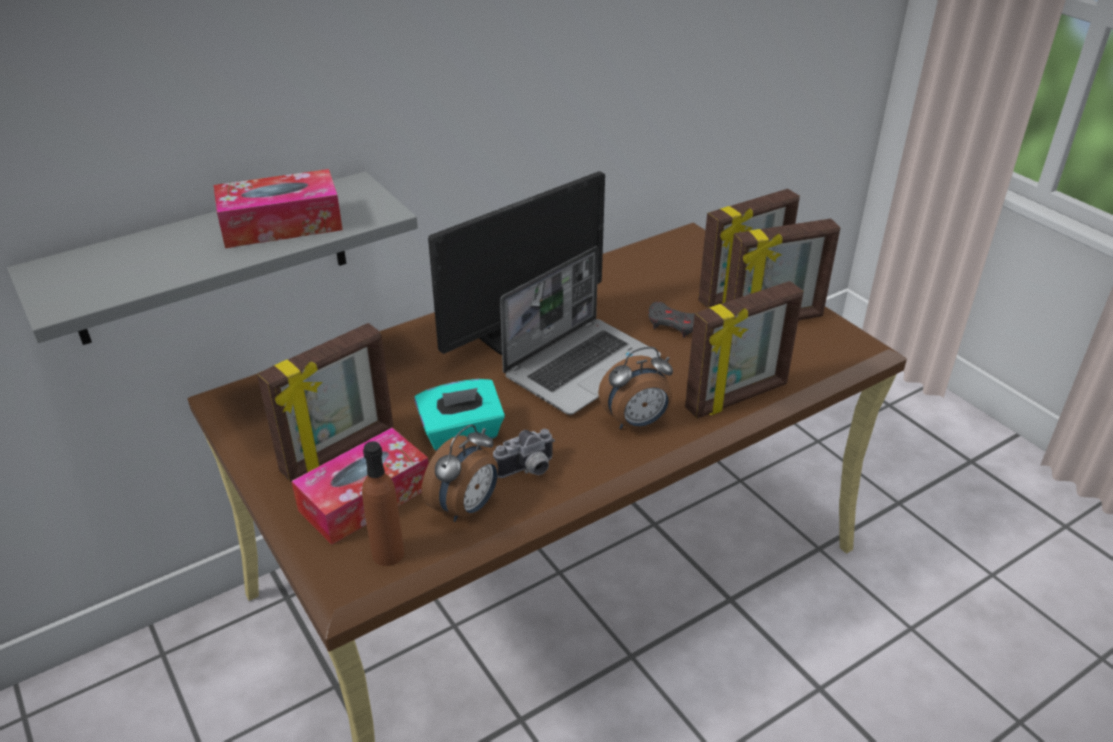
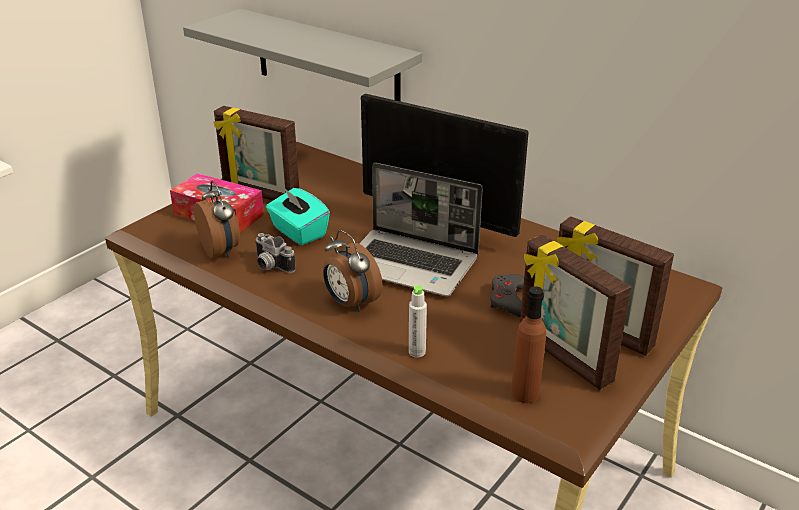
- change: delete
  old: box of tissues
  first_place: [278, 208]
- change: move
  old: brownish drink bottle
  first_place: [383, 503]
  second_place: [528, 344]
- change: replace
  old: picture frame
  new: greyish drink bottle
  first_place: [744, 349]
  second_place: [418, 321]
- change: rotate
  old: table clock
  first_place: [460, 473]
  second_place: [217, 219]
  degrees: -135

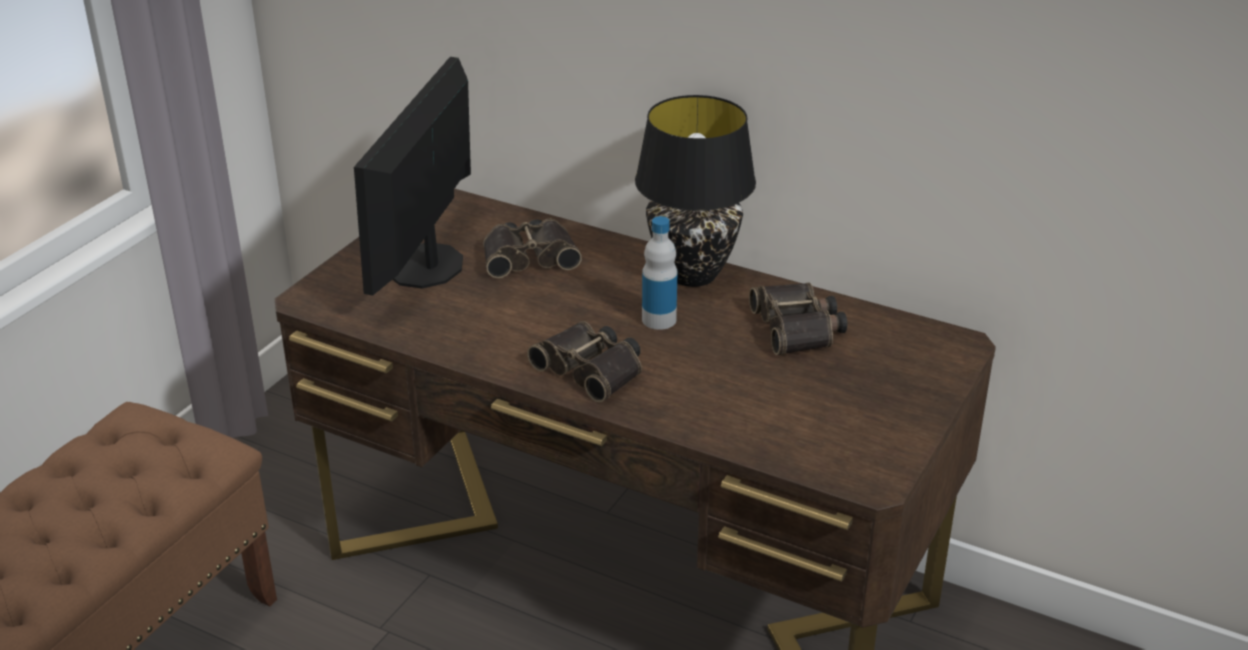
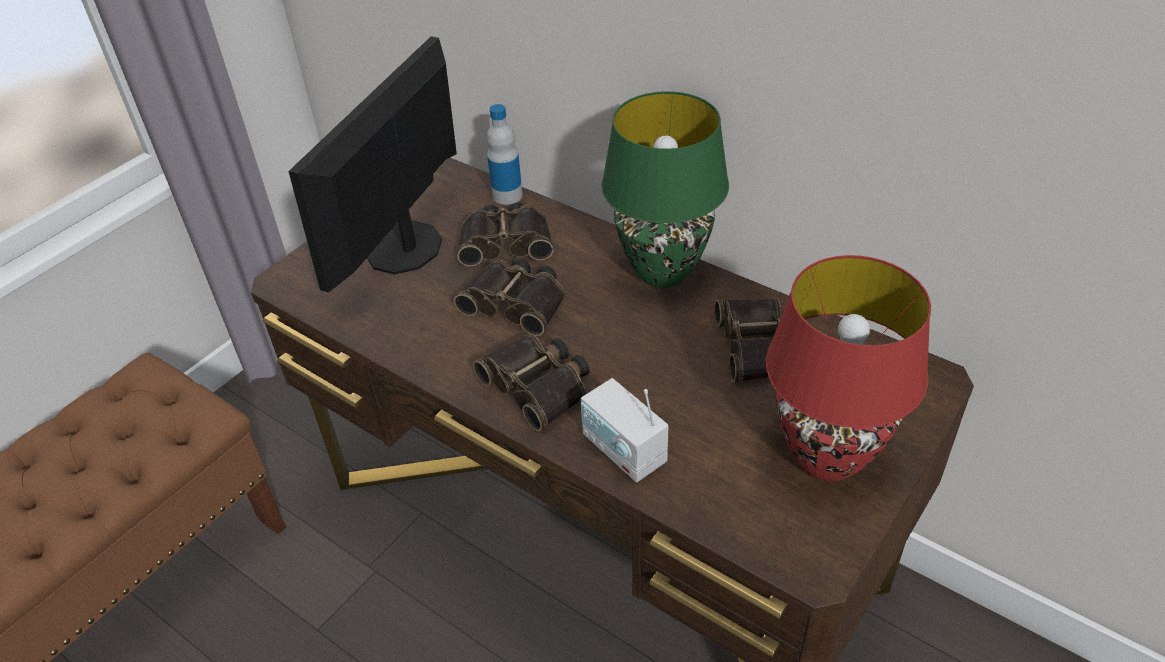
- change: insert
  new: pair of binoculars
  second_place: [509, 297]
- change: insert
  new: radio receiver
  second_place: [624, 430]
- change: insert
  new: reddish tabletop lamp
  second_place: [848, 368]
- change: move
  old: drink bottle
  first_place: [660, 273]
  second_place: [505, 154]
- change: recolor
  old: black tabletop lamp
  new: green-coloured tabletop lamp
  first_place: [695, 191]
  second_place: [665, 189]

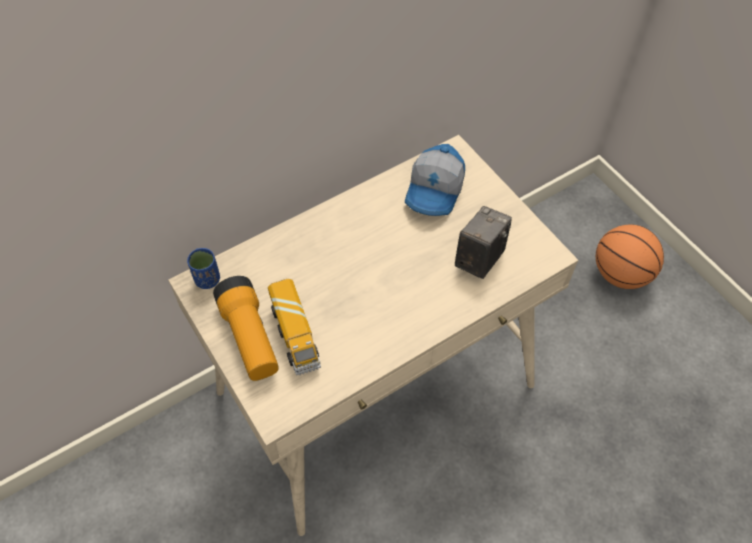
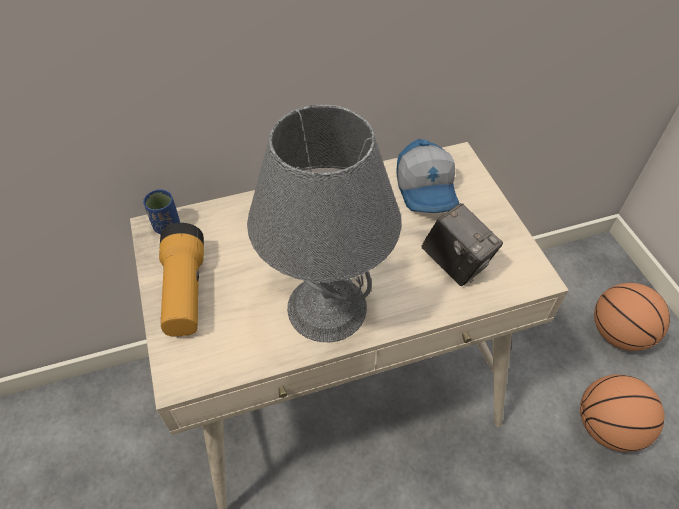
- change: delete
  old: toy truck
  first_place: [294, 327]
- change: insert
  new: greyish tabletop lamp
  second_place: [324, 223]
- change: insert
  new: basketball ball
  second_place: [622, 413]
- change: rotate
  old: peaked cap
  first_place: [435, 180]
  second_place: [428, 176]
  degrees: -45
- change: rotate
  old: still camera
  first_place: [483, 242]
  second_place: [462, 244]
  degrees: 90

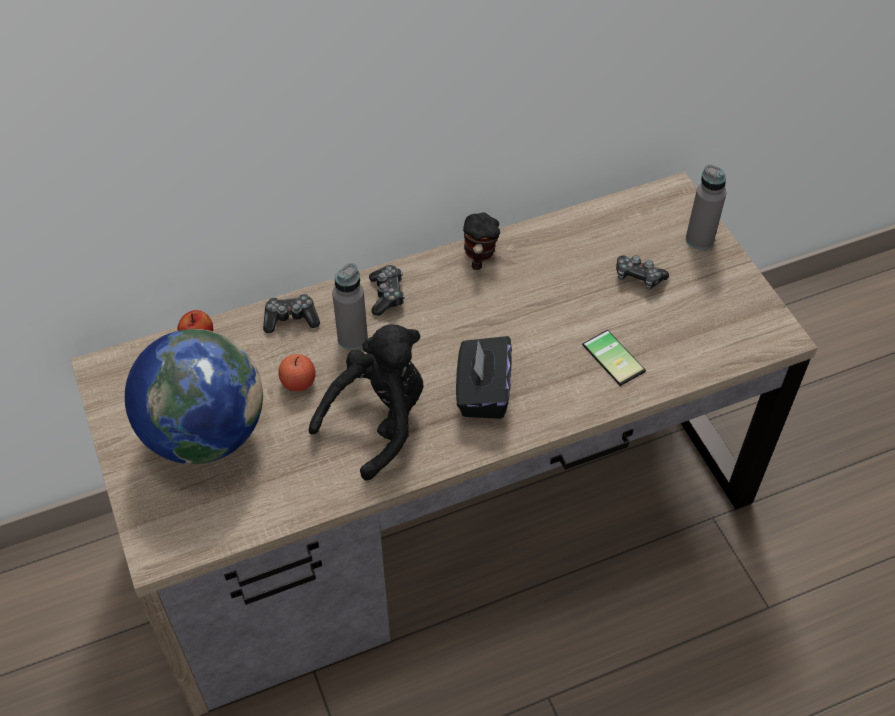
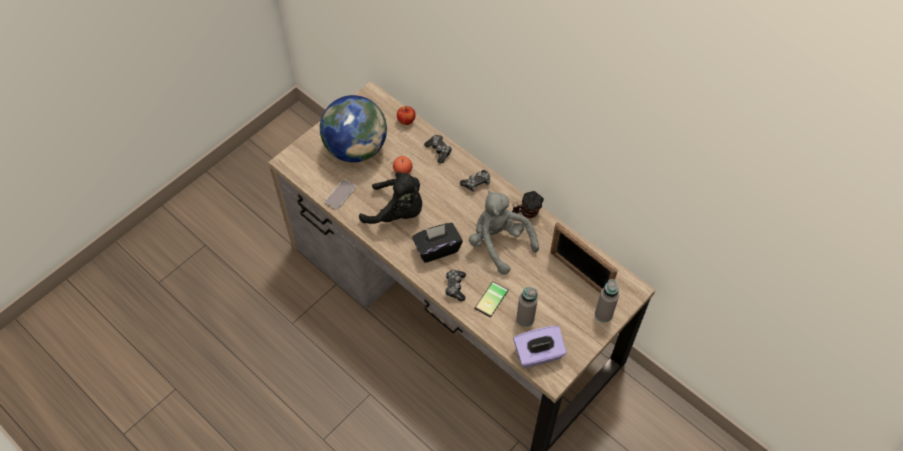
- change: insert
  new: phone
  second_place: [340, 194]
- change: insert
  new: greyish soft toy
  second_place: [504, 233]
- change: insert
  new: purple box of tissues
  second_place: [540, 347]
- change: insert
  new: picture frame
  second_place: [584, 257]
- change: move
  old: greyish drink bottle
  first_place: [350, 306]
  second_place: [527, 307]
- change: move
  old: joypad
  first_place: [642, 272]
  second_place: [455, 285]

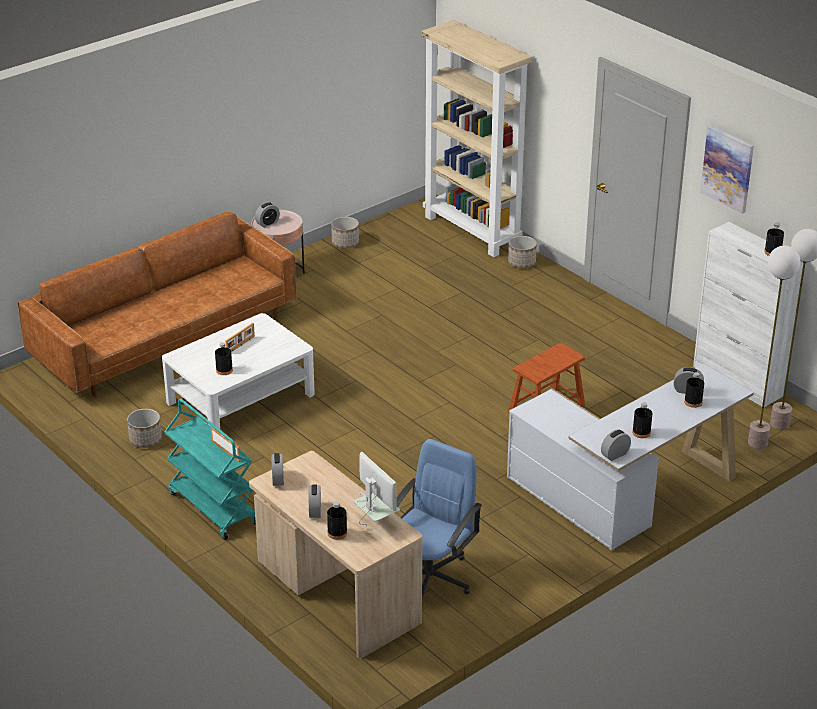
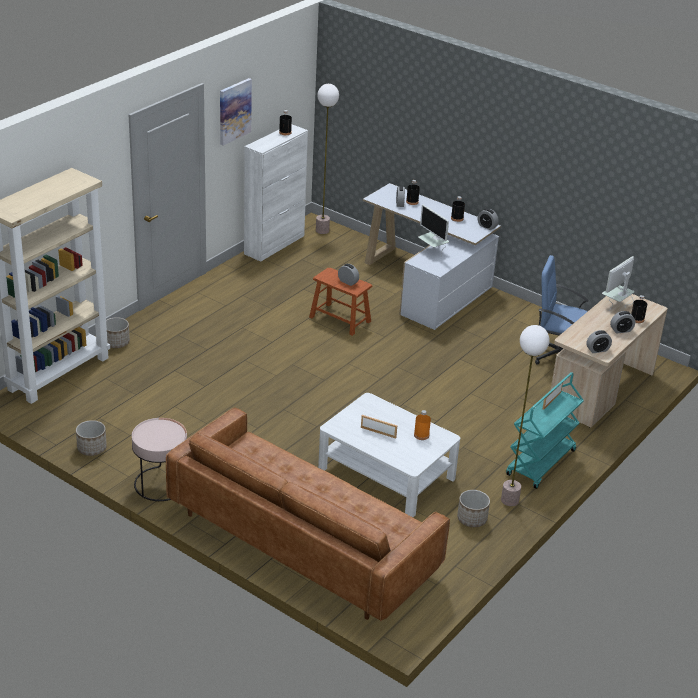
- change: insert
  new: computer screen
  second_place: [433, 231]
- change: move
  old: table clock
  first_place: [267, 215]
  second_place: [348, 275]
- change: move
  old: standard lamp
  first_place: [774, 347]
  second_place: [525, 415]
- change: recolor
  old: black drink bottle
  new: orange drink bottle
  first_place: [224, 358]
  second_place: [422, 425]

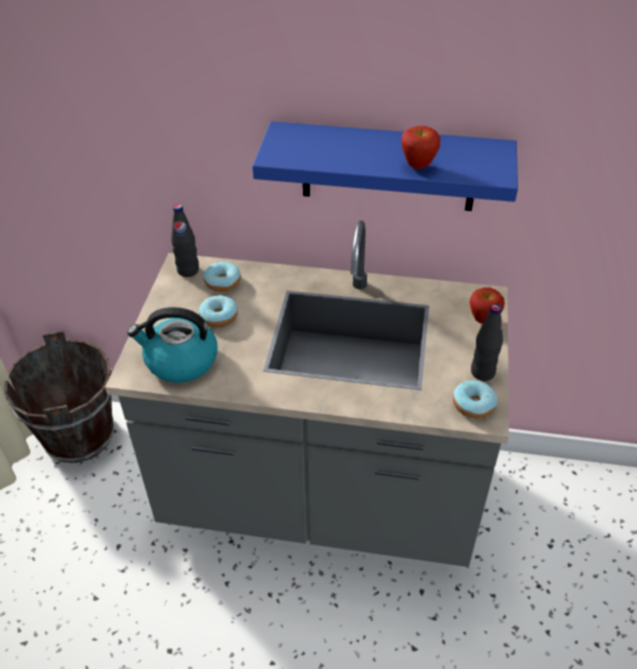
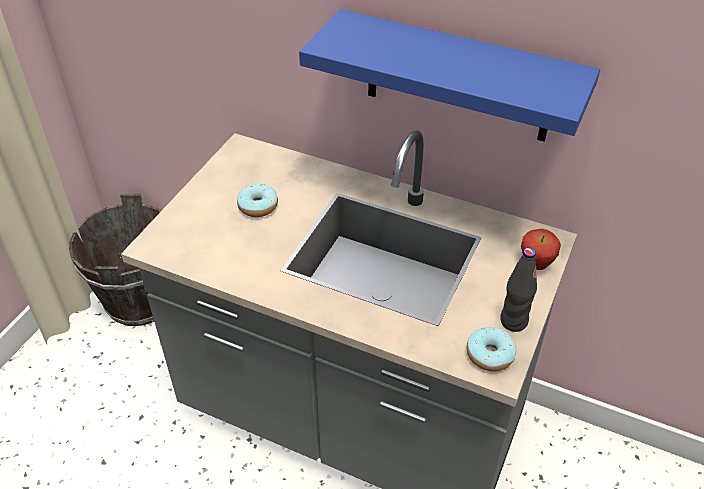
- change: delete
  old: tea kettle
  first_place: [172, 345]
- change: delete
  old: black drink bottle
  first_place: [185, 240]
- change: delete
  old: ring doughnut
  first_place: [222, 276]
- change: delete
  old: whole apple
  first_place: [420, 147]

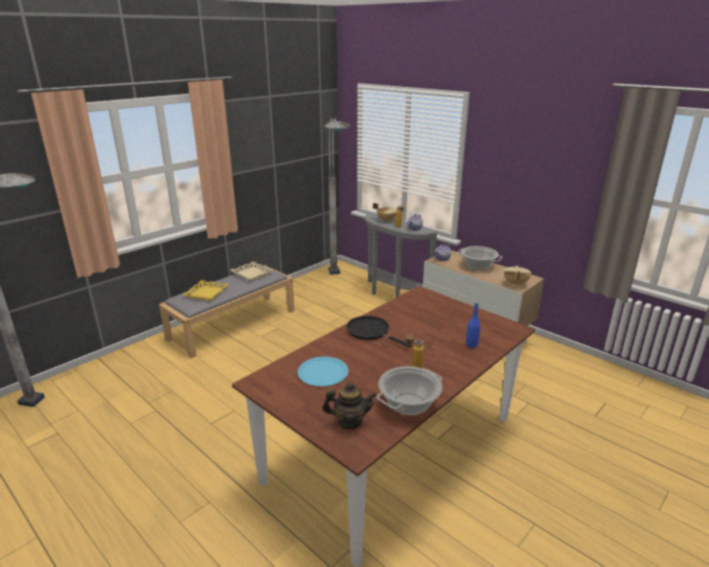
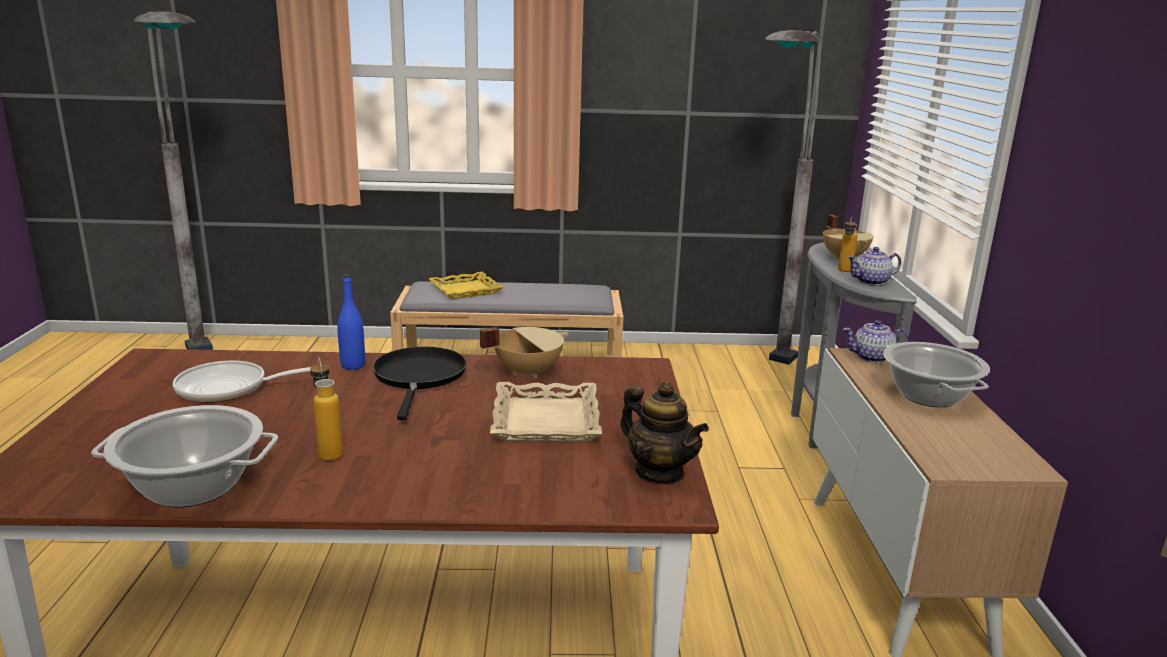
- change: move
  old: beige serving tray
  first_place: [251, 271]
  second_place: [546, 412]
- change: move
  old: pot for tea
  first_place: [350, 405]
  second_place: [664, 432]
- change: move
  old: blue-coloured drink bottle
  first_place: [473, 325]
  second_place: [351, 322]
- change: move
  old: beige stockpot
  first_place: [517, 276]
  second_place: [524, 353]
- change: replace
  old: blue-coloured flat dish
  new: pan
  first_place: [323, 372]
  second_place: [251, 382]

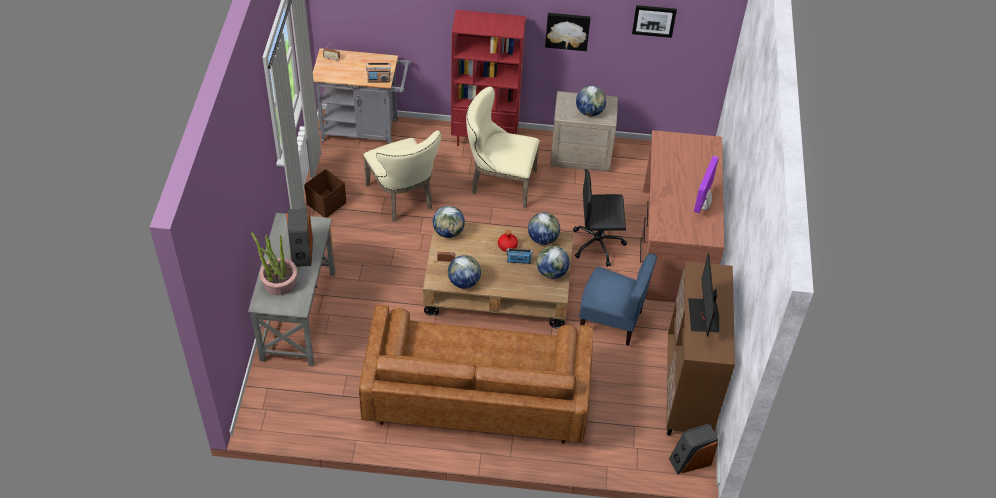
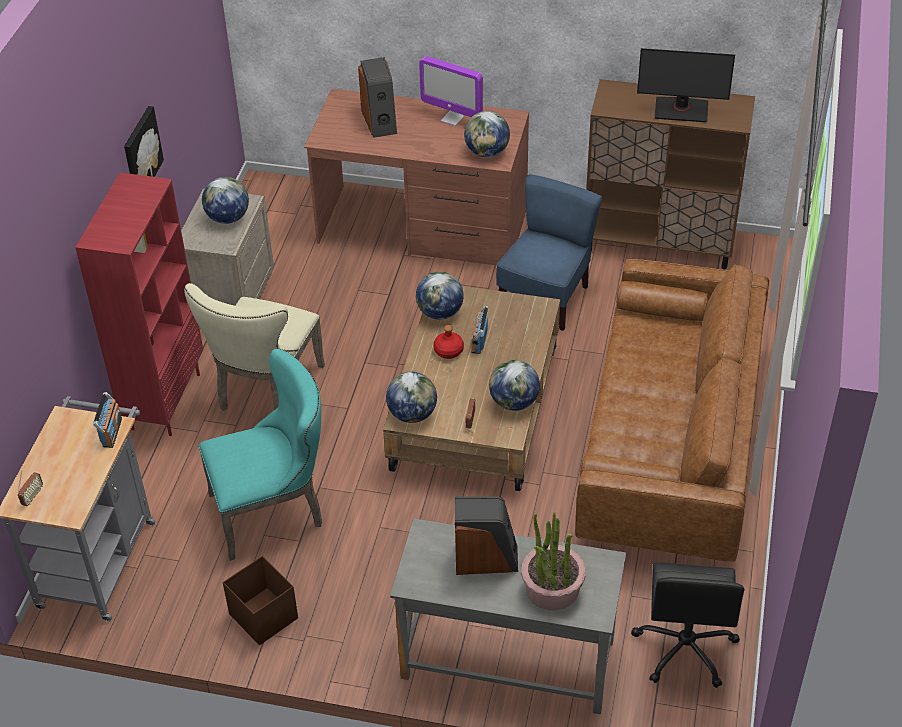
- change: delete
  old: wall art
  first_place: [654, 21]
- change: move
  old: world globe
  first_place: [553, 262]
  second_place: [487, 134]
- change: move
  old: black desk chair
  first_place: [600, 218]
  second_place: [687, 625]
- change: move
  old: speaker
  first_place: [693, 448]
  second_place: [377, 97]
- change: recolor
  old: beige upright chair
  new: turquoise-coloured upright chair
  first_place: [402, 176]
  second_place: [260, 455]

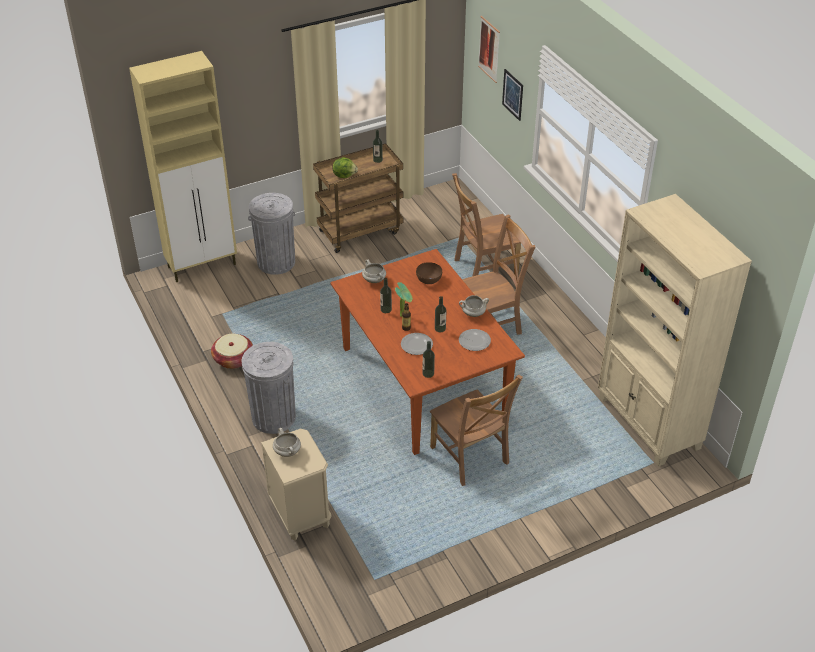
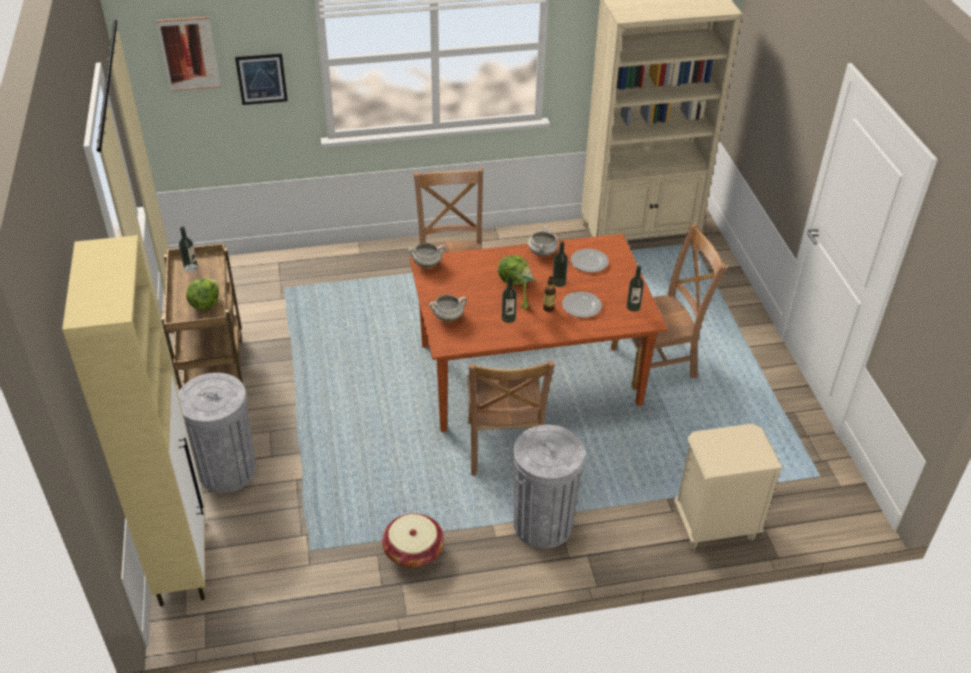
- change: delete
  old: brownish deep dish
  first_place: [429, 273]
- change: insert
  new: lettuce head
  second_place: [515, 270]
- change: move
  old: white stockpot
  first_place: [287, 442]
  second_place: [426, 255]
- change: move
  old: brownish upright chair
  first_place: [486, 224]
  second_place: [511, 418]

